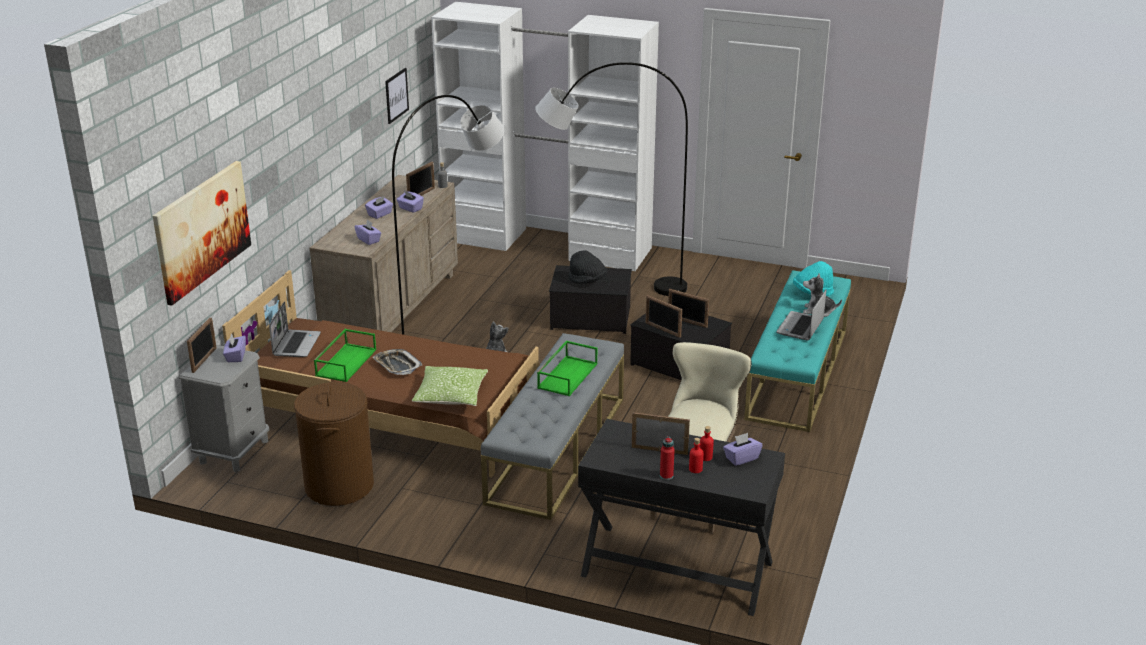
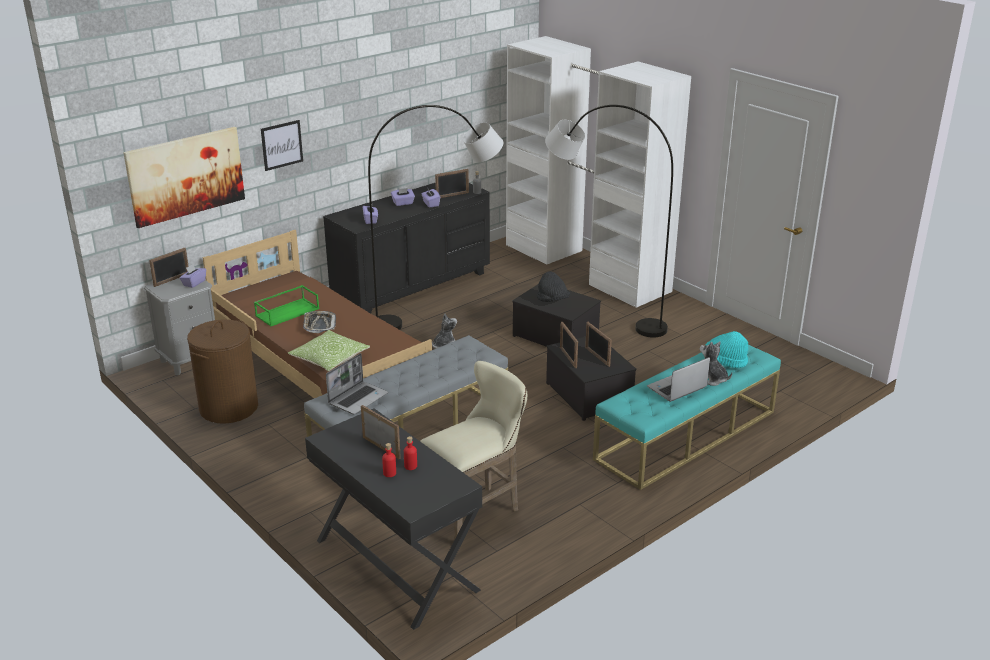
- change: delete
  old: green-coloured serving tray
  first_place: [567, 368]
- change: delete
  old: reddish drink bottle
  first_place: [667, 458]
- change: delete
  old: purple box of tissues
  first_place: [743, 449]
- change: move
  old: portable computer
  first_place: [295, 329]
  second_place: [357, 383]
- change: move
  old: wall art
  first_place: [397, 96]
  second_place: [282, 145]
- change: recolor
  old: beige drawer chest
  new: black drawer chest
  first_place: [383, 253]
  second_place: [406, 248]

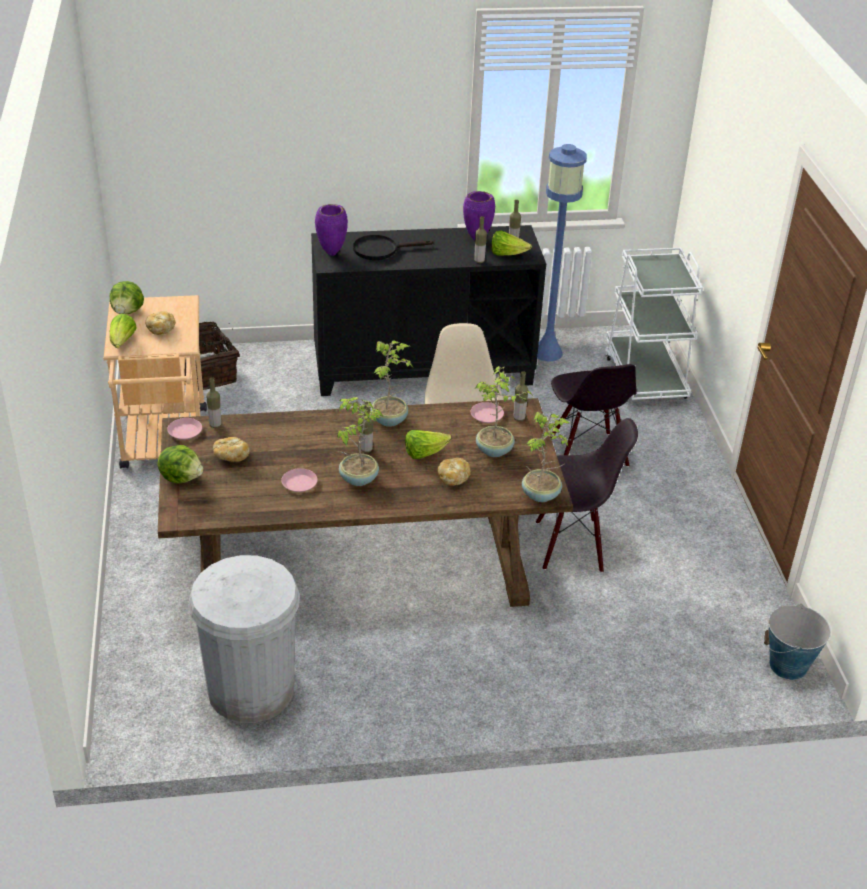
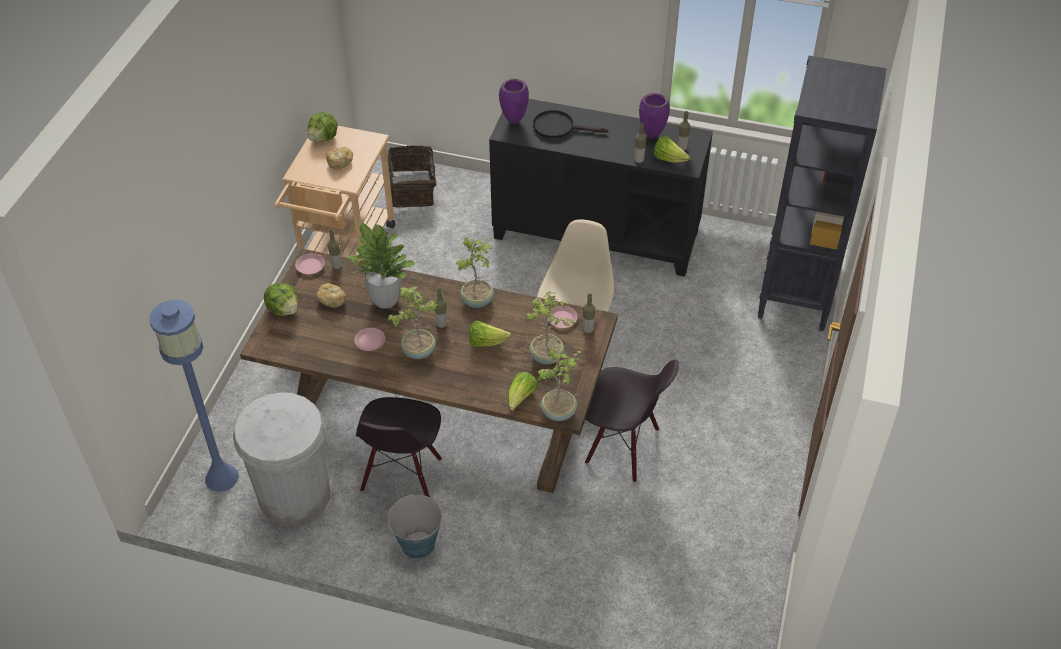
- change: delete
  old: baked bread
  first_place: [454, 472]
- change: insert
  new: houseplant
  second_place: [381, 265]
- change: move
  old: lettuce head
  first_place: [123, 331]
  second_place: [523, 391]
- change: move
  old: blue-coloured standard lamp
  first_place: [562, 253]
  second_place: [194, 396]
- change: move
  old: black upright chair
  first_place: [594, 415]
  second_place: [399, 447]
- change: move
  old: pail
  first_place: [797, 642]
  second_place: [415, 527]
- change: replace
  old: white wheeled cart
  new: black bookcase
  first_place: [654, 325]
  second_place: [822, 193]

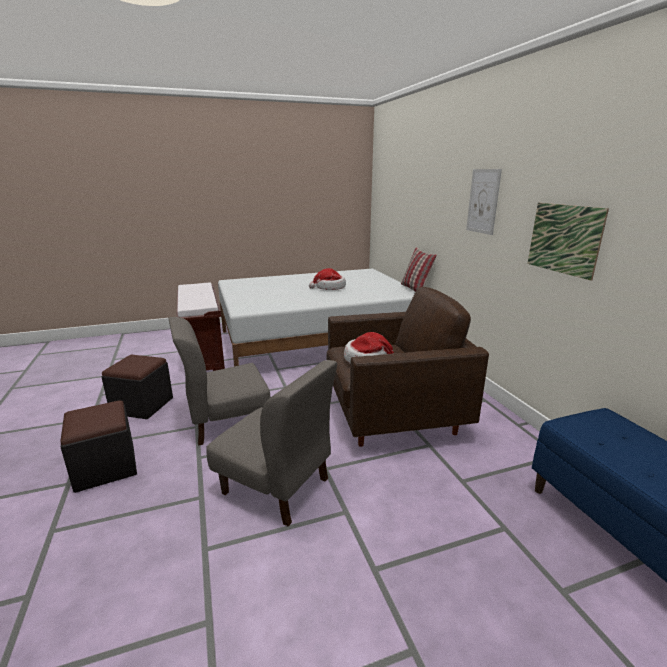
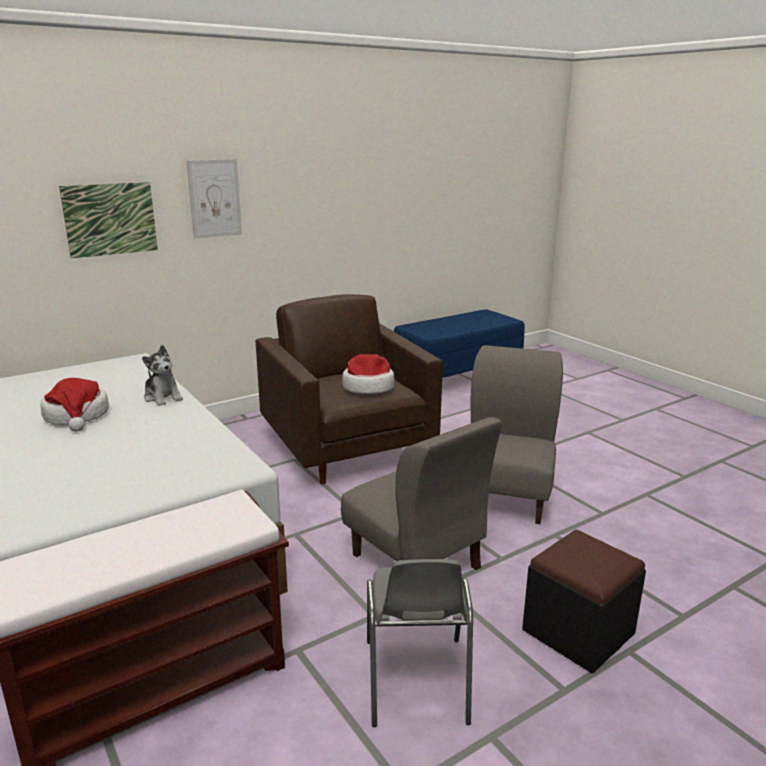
- change: delete
  old: cushion
  first_place: [419, 269]
- change: insert
  new: soft toy
  second_place: [162, 375]
- change: move
  old: wall art
  first_place: [568, 242]
  second_place: [108, 220]
- change: replace
  old: black ottoman
  new: greyish upright chair
  first_place: [137, 387]
  second_place: [420, 643]

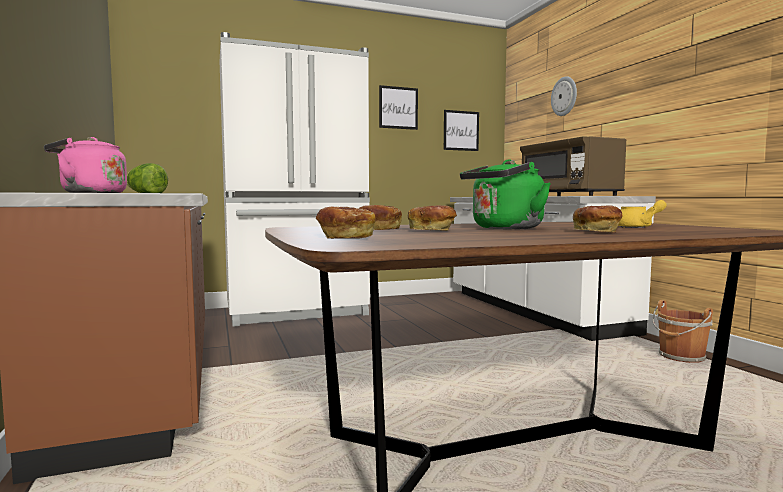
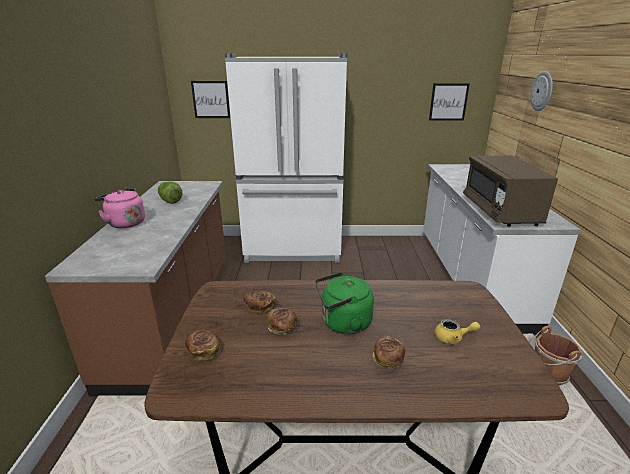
- change: move
  old: wall art
  first_place: [398, 107]
  second_place: [210, 99]

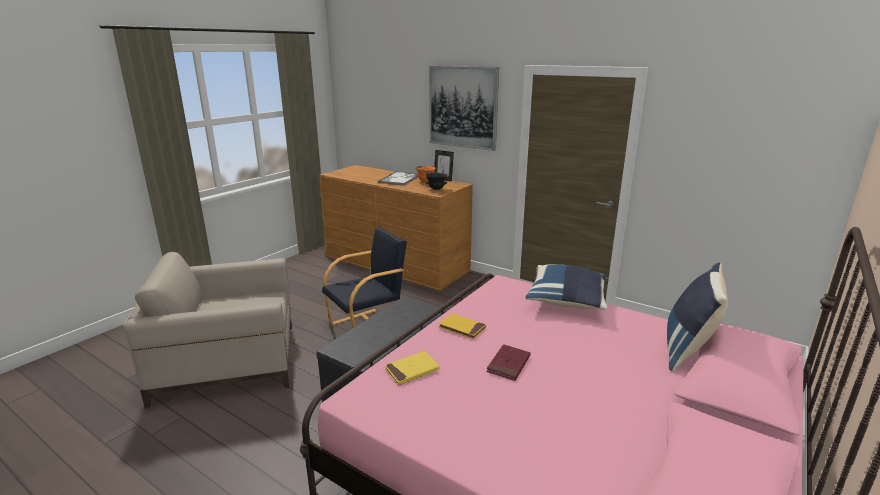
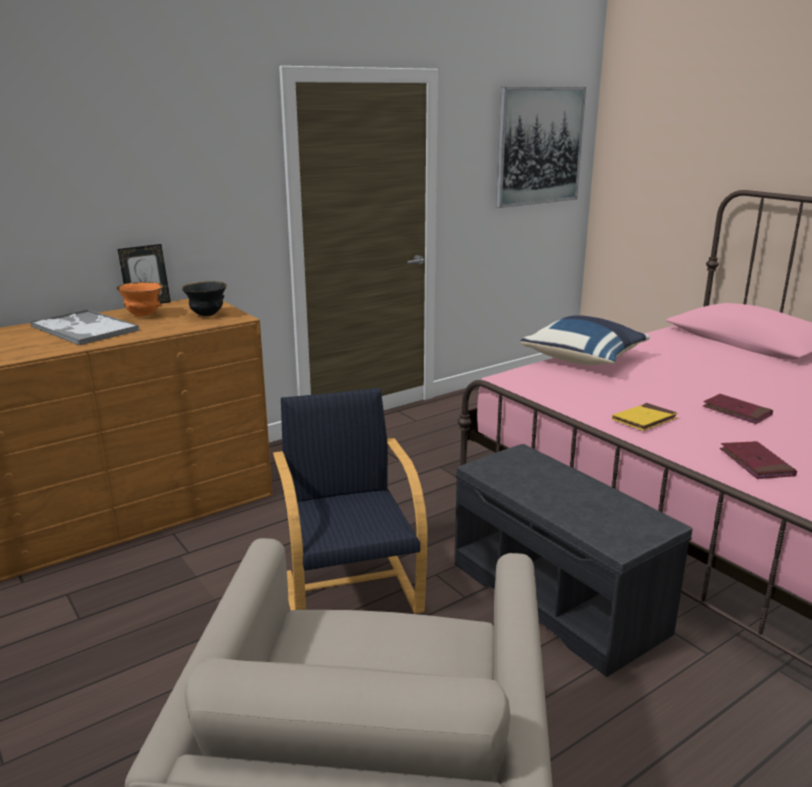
- change: delete
  old: blue-coloured cushion
  first_place: [697, 317]
- change: move
  old: wall art
  first_place: [464, 108]
  second_place: [541, 147]
- change: recolor
  old: yellowish volume
  new: reddish volume
  first_place: [412, 368]
  second_place: [758, 460]

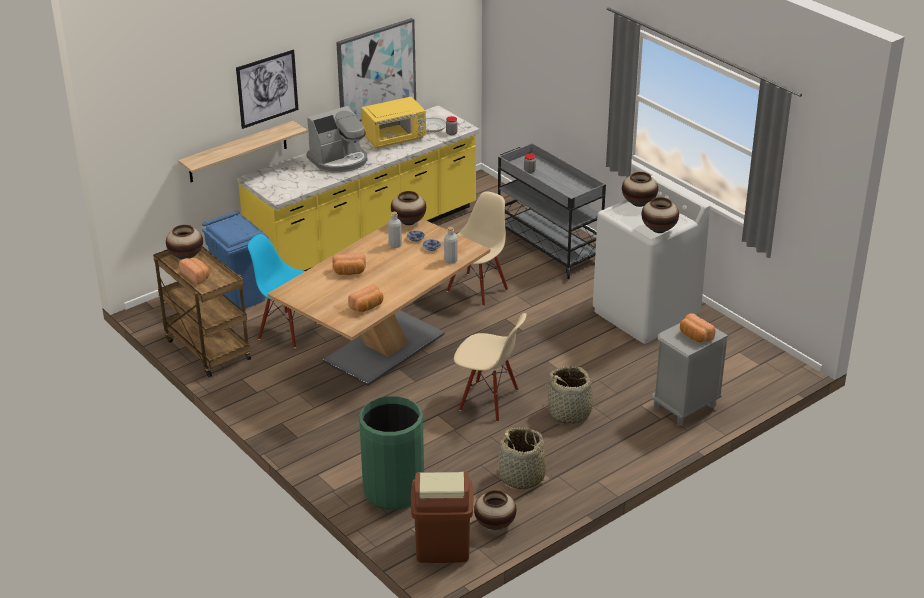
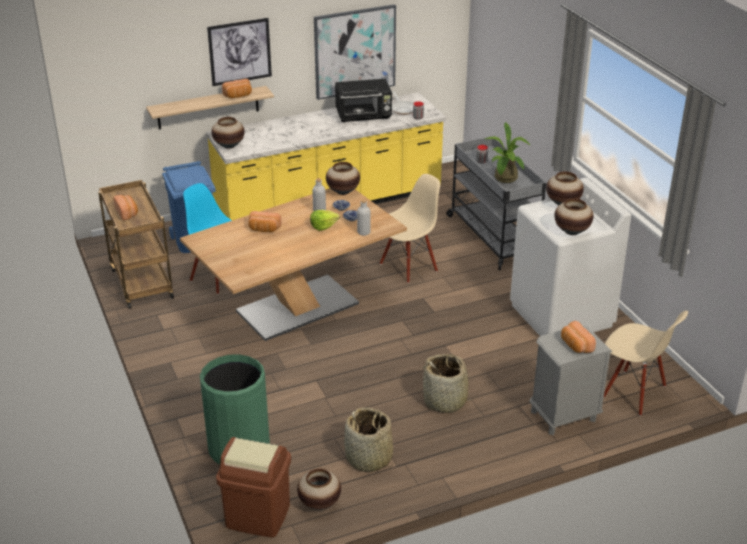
- change: delete
  old: coffee brewer
  first_place: [337, 139]
- change: insert
  new: lettuce head
  second_place: [325, 220]
- change: insert
  new: houseplant
  second_place: [507, 152]
- change: move
  old: decorative vase
  first_place: [184, 242]
  second_place: [228, 133]
- change: move
  old: baked bread
  first_place: [365, 298]
  second_place: [237, 88]
- change: move
  old: beige upright chair
  first_place: [490, 367]
  second_place: [646, 363]
- change: recolor
  old: yellowish microwave
  new: black microwave
  first_place: [393, 123]
  second_place: [363, 100]

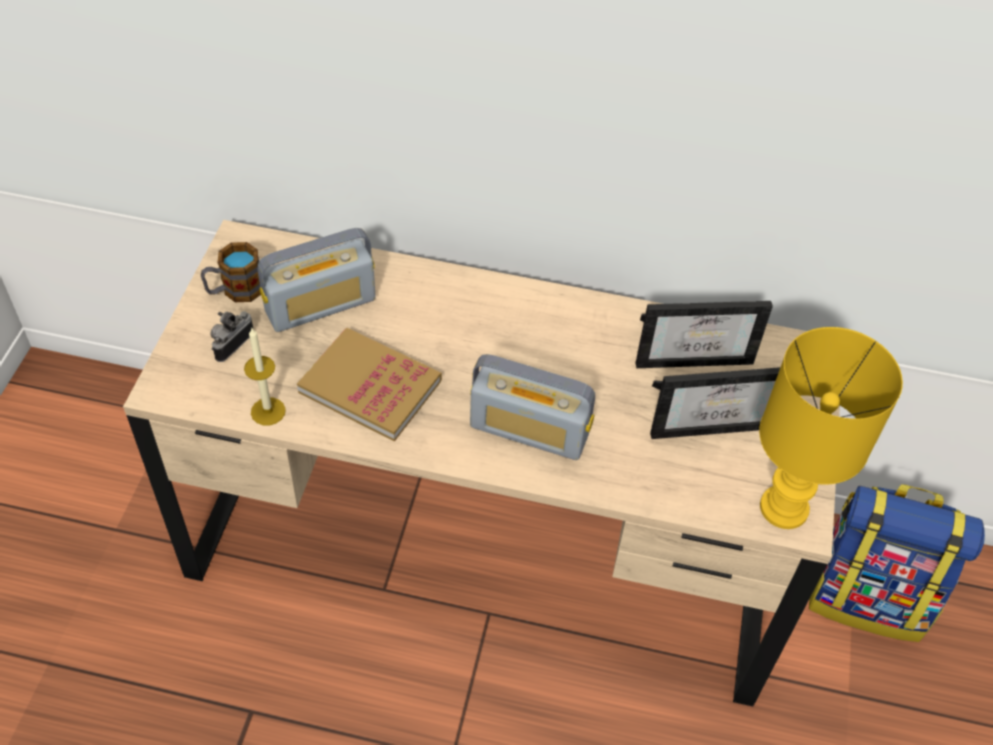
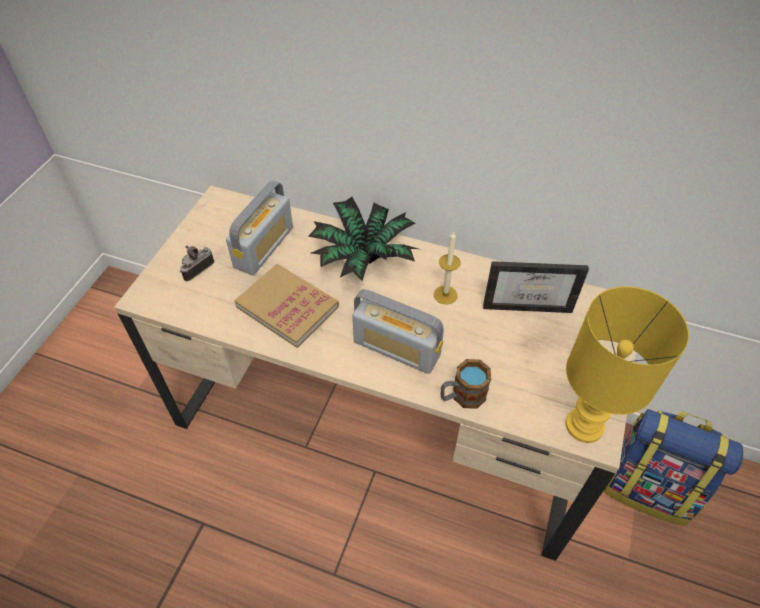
- change: delete
  old: picture frame
  first_place: [715, 403]
- change: insert
  new: houseplant
  second_place: [363, 239]
- change: move
  old: mug
  first_place: [231, 272]
  second_place: [466, 384]
- change: move
  old: candle
  first_place: [265, 376]
  second_place: [447, 268]
- change: rotate
  old: radio receiver
  first_place: [317, 280]
  second_place: [259, 228]
  degrees: -45

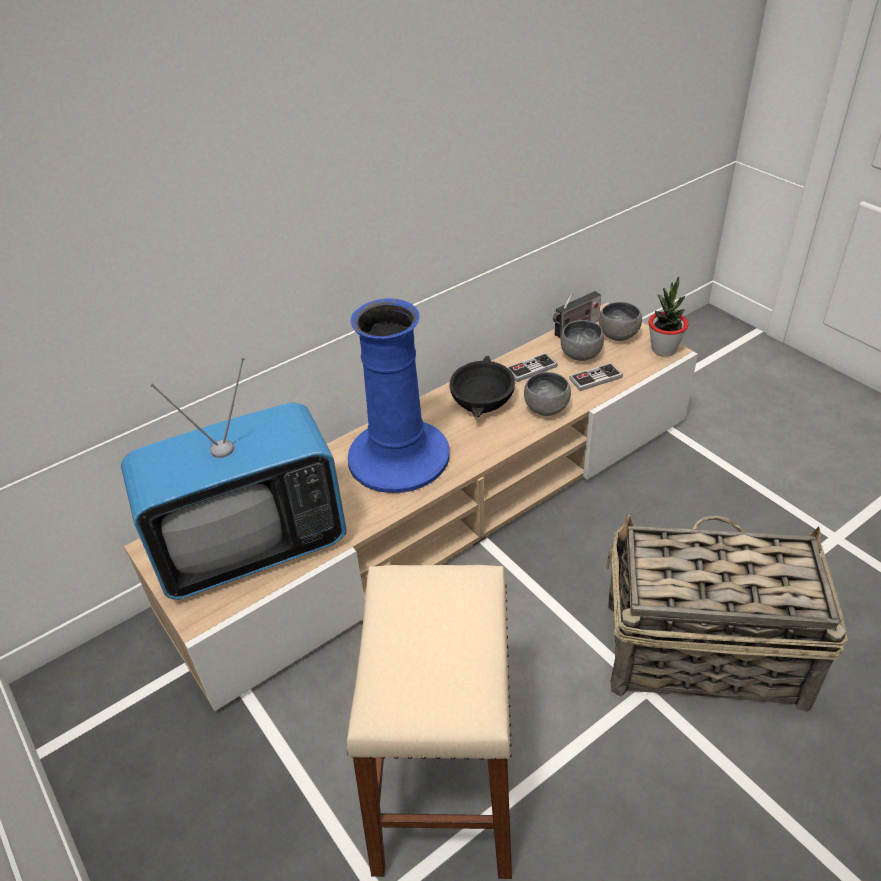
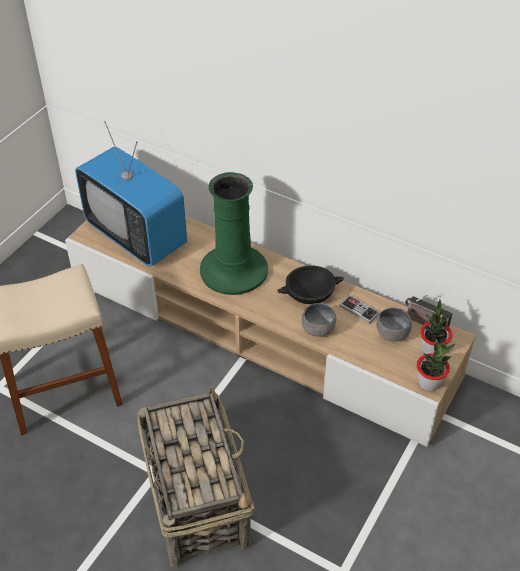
- change: delete
  old: joypad
  first_place: [596, 377]
- change: replace
  old: greyish deep dish
  new: houseplant
  first_place: [620, 321]
  second_place: [436, 327]
- change: recolor
  old: blue-coloured decorative vase
  new: green-coloured decorative vase
  first_place: [398, 395]
  second_place: [234, 233]

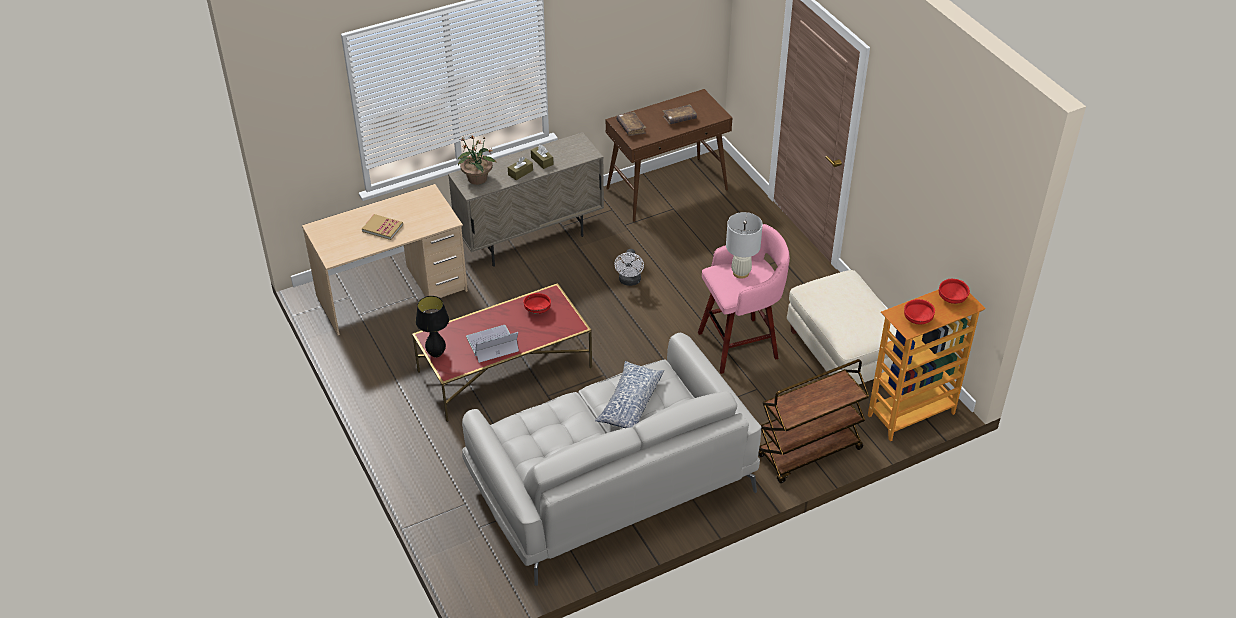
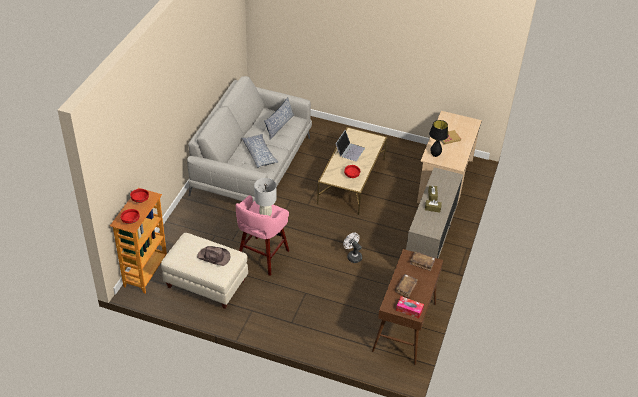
- change: delete
  old: houseplant
  first_place: [477, 160]
- change: delete
  old: brownish wheeled cart
  first_place: [813, 421]
- change: insert
  new: brownish wearable hat
  second_place: [213, 256]
- change: insert
  new: cushion
  second_place: [279, 118]
- change: insert
  new: box of tissues
  second_place: [410, 307]
- change: move
  old: black tabletop lamp
  first_place: [432, 326]
  second_place: [438, 138]
- change: recolor
  old: reddish coffee table
  new: beige coffee table
  first_place: [502, 352]
  second_place: [352, 171]

